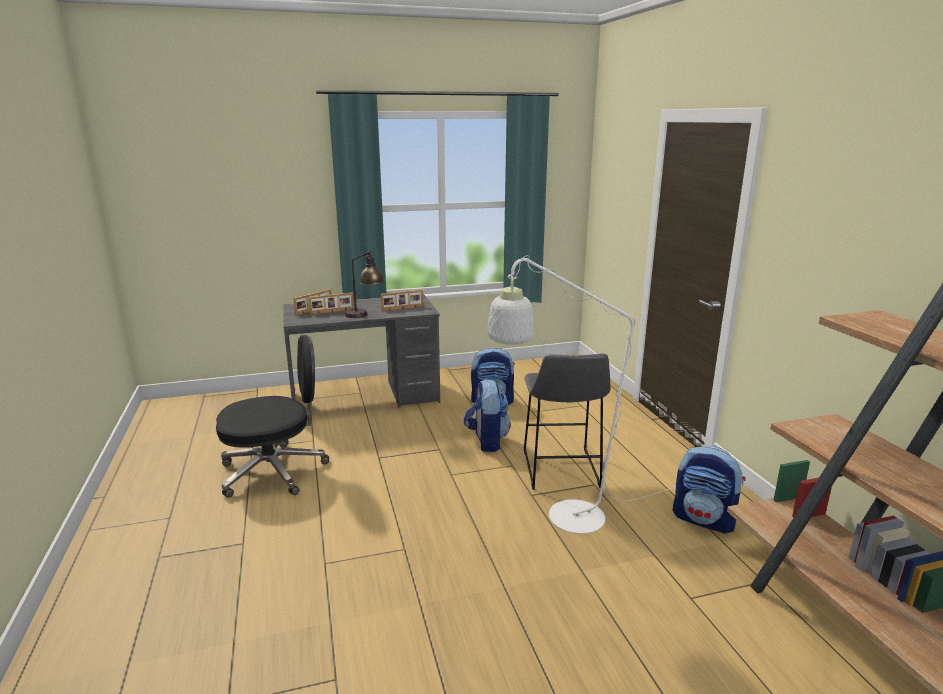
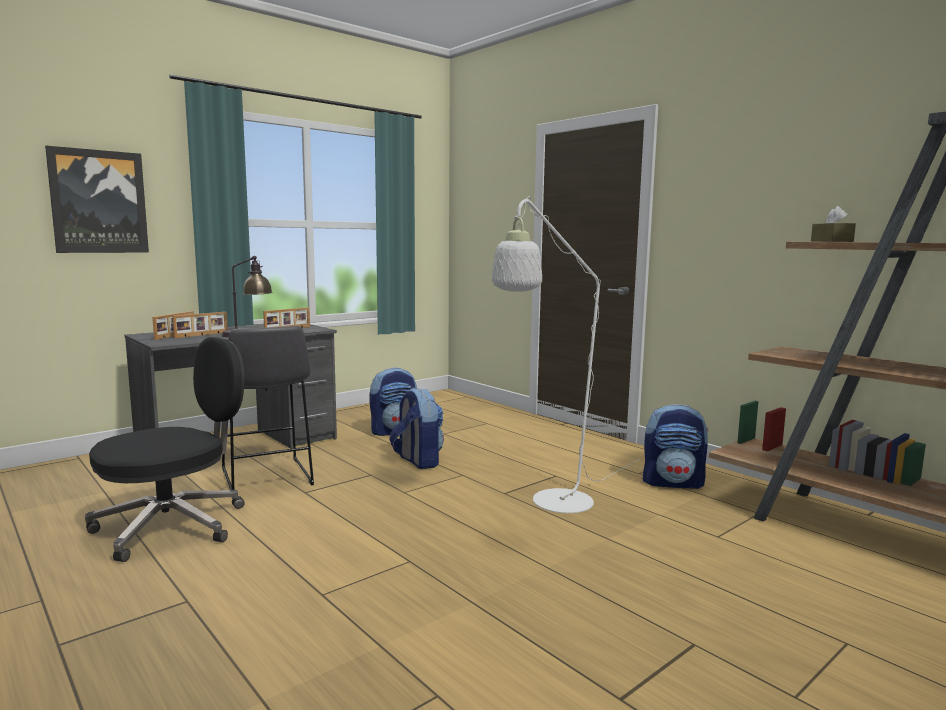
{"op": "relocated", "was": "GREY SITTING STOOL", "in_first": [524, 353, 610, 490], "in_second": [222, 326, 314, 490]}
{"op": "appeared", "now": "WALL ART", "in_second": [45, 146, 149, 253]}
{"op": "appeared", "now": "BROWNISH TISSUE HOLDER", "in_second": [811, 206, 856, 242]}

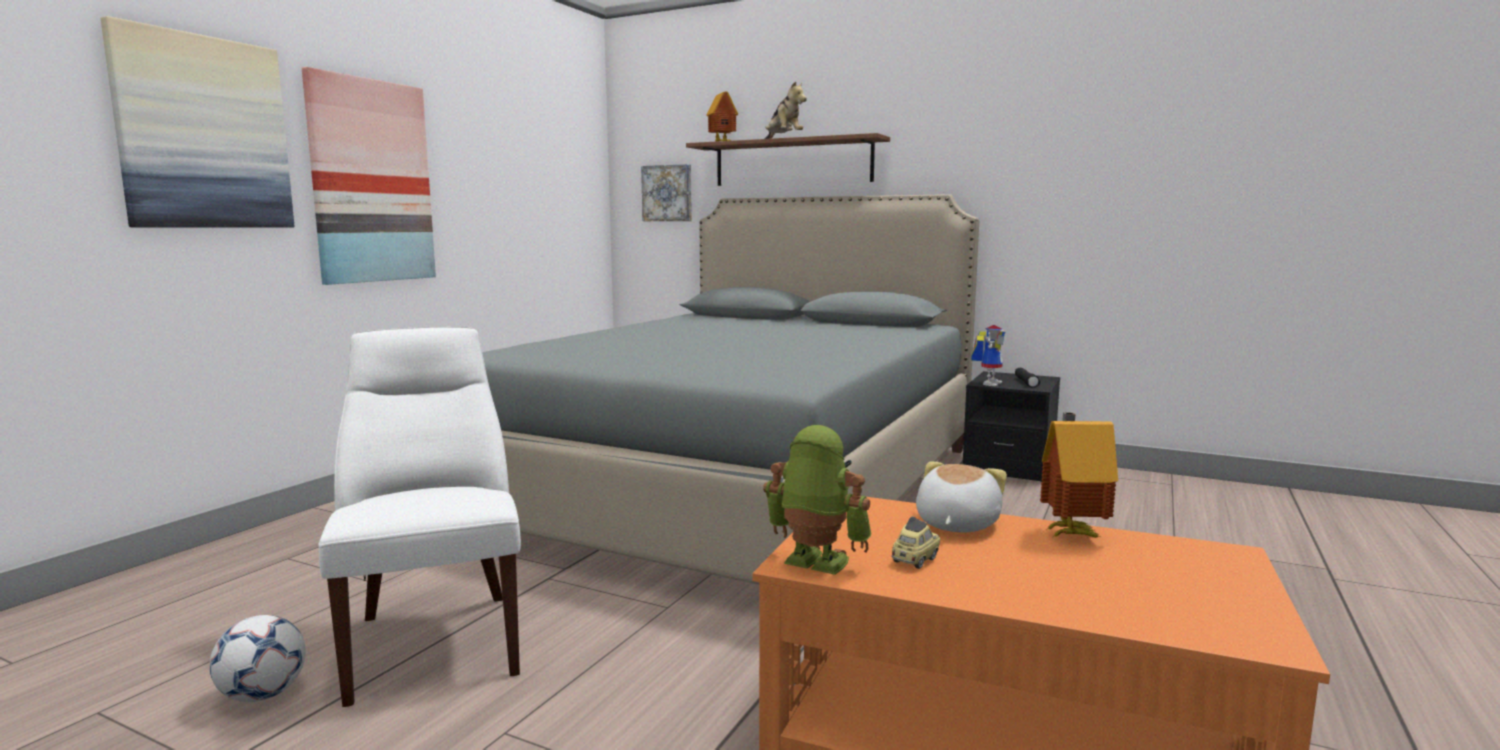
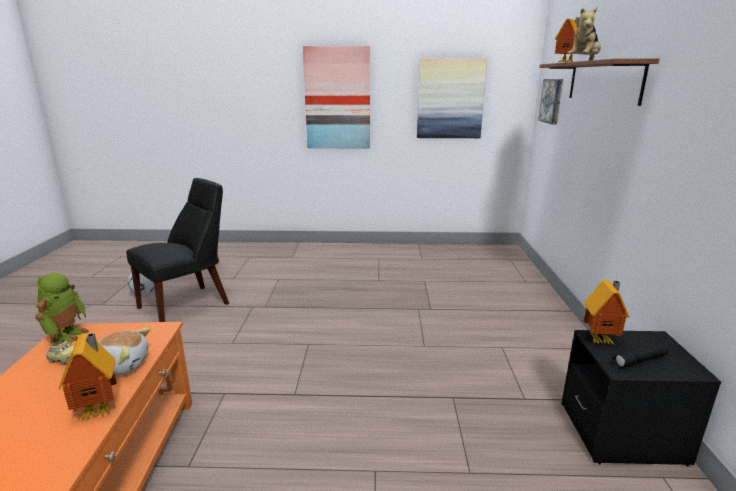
{"op": "relocated", "was": "WALL ART", "in_first": [101, 16, 294, 228], "in_second": [417, 58, 487, 138]}
{"op": "colour", "was": "WHITISH CHAIR", "now": "BLACK-COLOURED CHAIR", "in_first": [319, 327, 521, 707], "in_second": [126, 178, 229, 322]}
{"op": "missing", "was": "GREY BEDROOM BED", "in_first": [482, 194, 979, 585]}
{"op": "exchanged", "was": "TOY ROBOT", "now": "MODEL HOUSE", "in_first": [971, 325, 1006, 386], "in_second": [584, 280, 630, 344]}

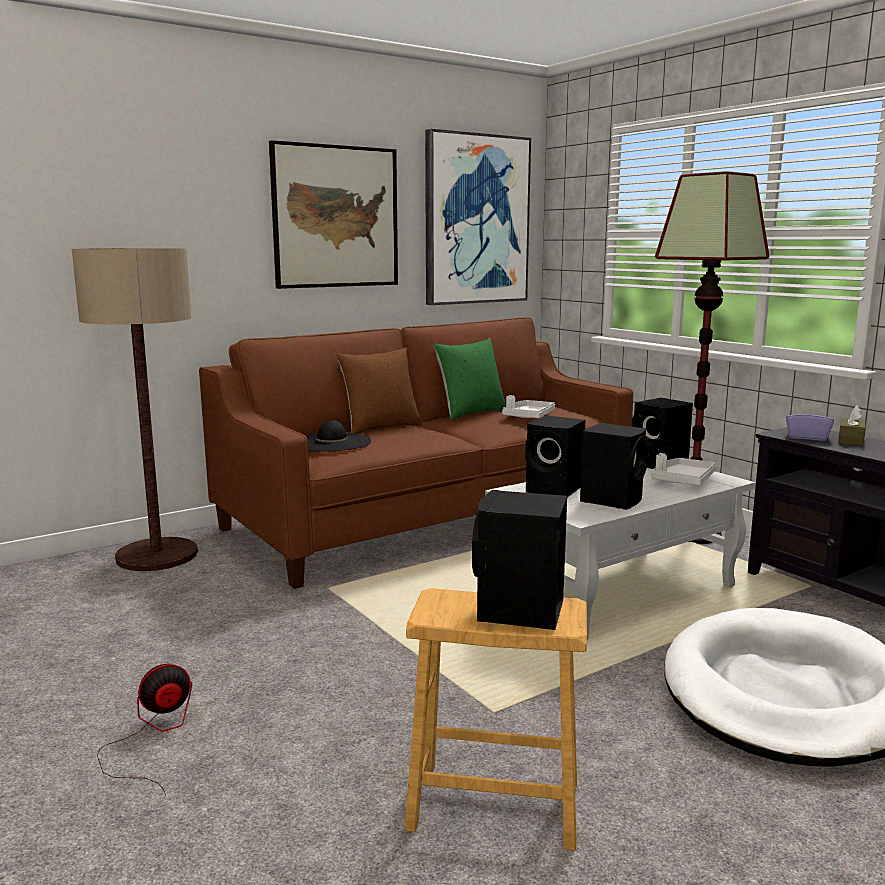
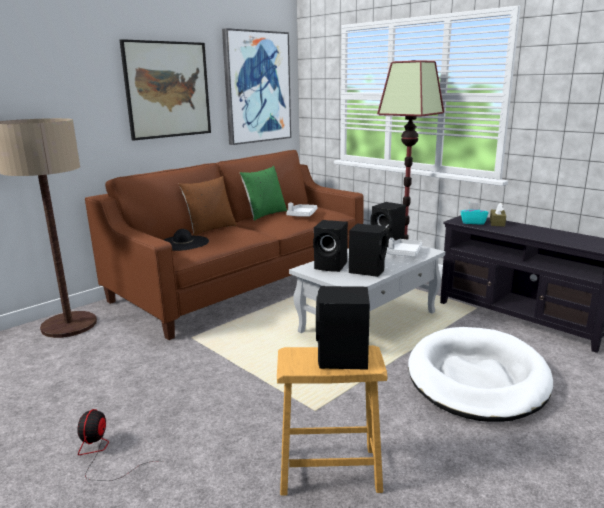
{"op": "spun", "was": "ELECTRIC FAN", "in_first": [97, 664, 192, 796], "in_second": [77, 409, 154, 481], "clockwise": -45}
{"op": "colour", "was": "PURPLE TISSUE HOLDER", "now": "BLUE-GREEN TISSUE HOLDER", "in_first": [786, 403, 834, 441], "in_second": [460, 203, 489, 225]}

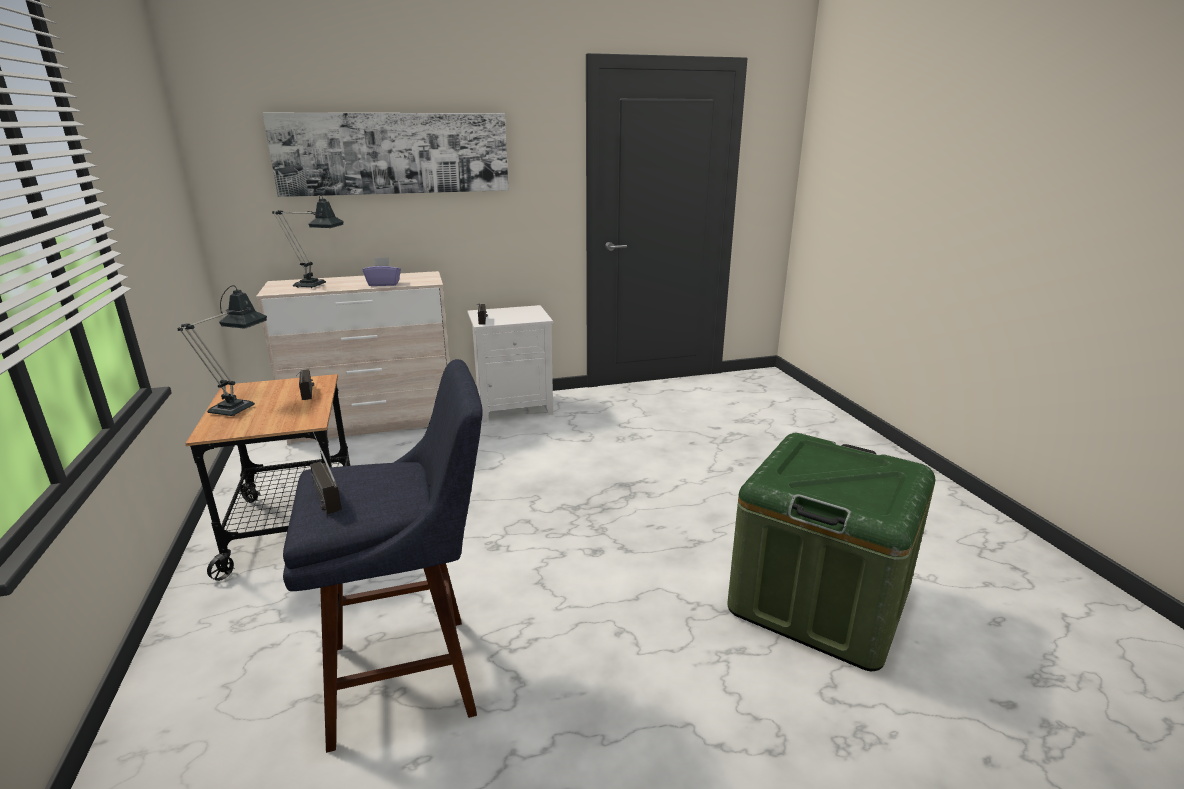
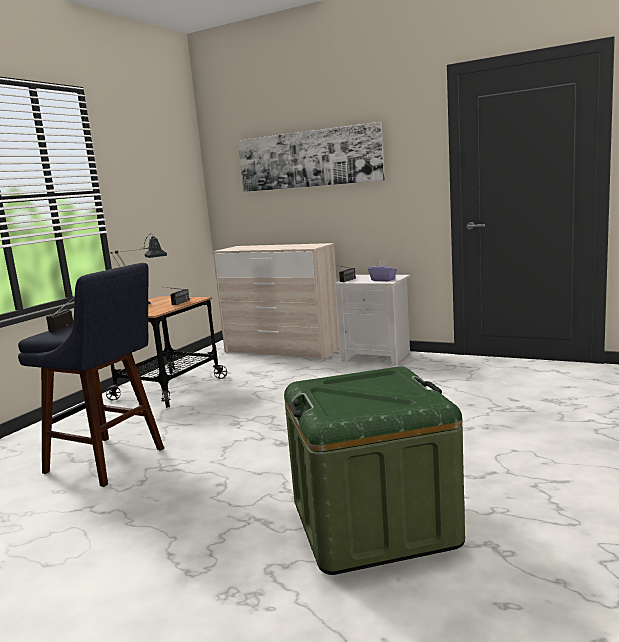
{"op": "missing", "was": "TABLE LAMP", "in_first": [272, 194, 344, 288]}
{"op": "relocated", "was": "PURPLE TISSUE HOLDER", "in_first": [363, 257, 401, 286], "in_second": [368, 260, 397, 281]}

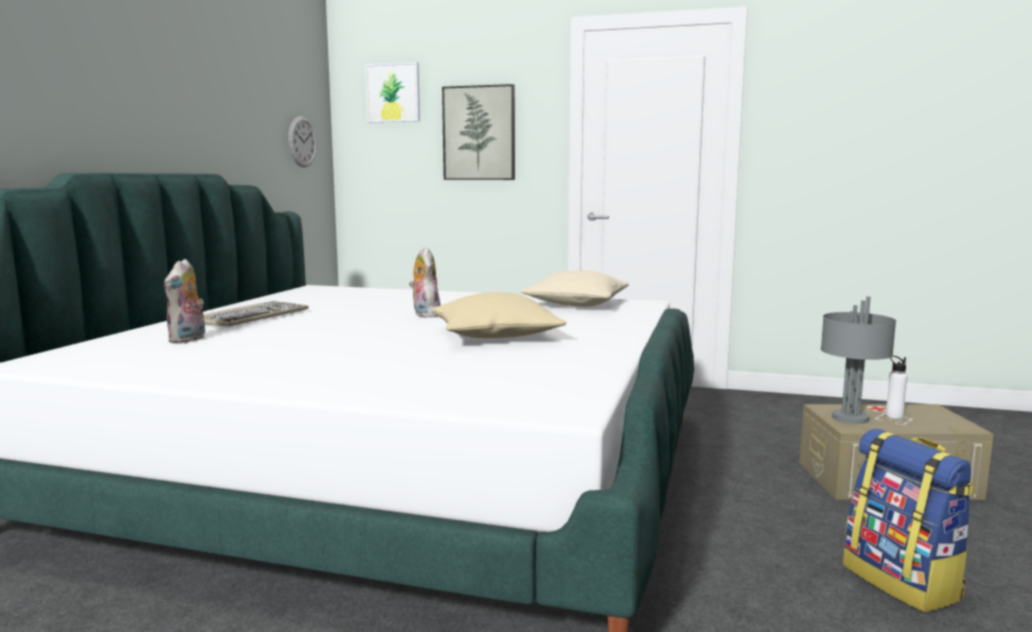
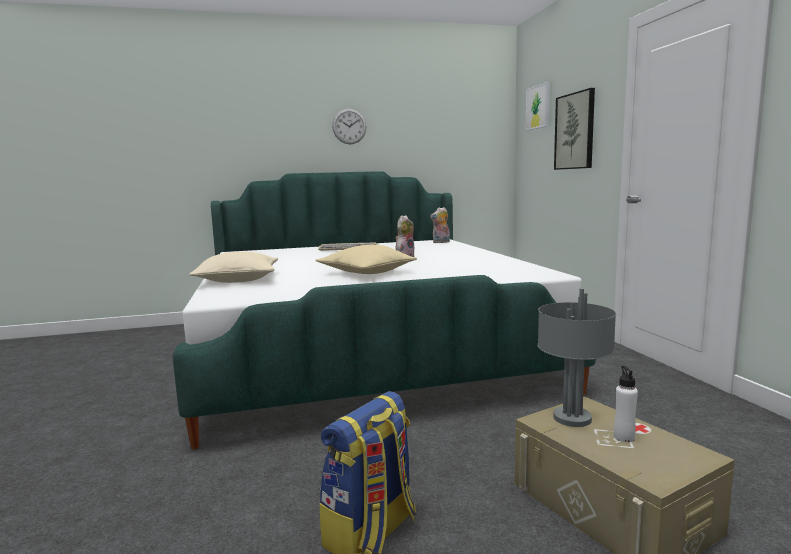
{"op": "relocated", "was": "PLUSH TOY", "in_first": [164, 259, 205, 344], "in_second": [430, 207, 450, 243]}
{"op": "relocated", "was": "WALL CLOCK", "in_first": [288, 116, 317, 167], "in_second": [332, 109, 367, 144]}
{"op": "relocated", "was": "BEIGE THROW PILLOW", "in_first": [520, 270, 629, 307], "in_second": [189, 251, 278, 283]}

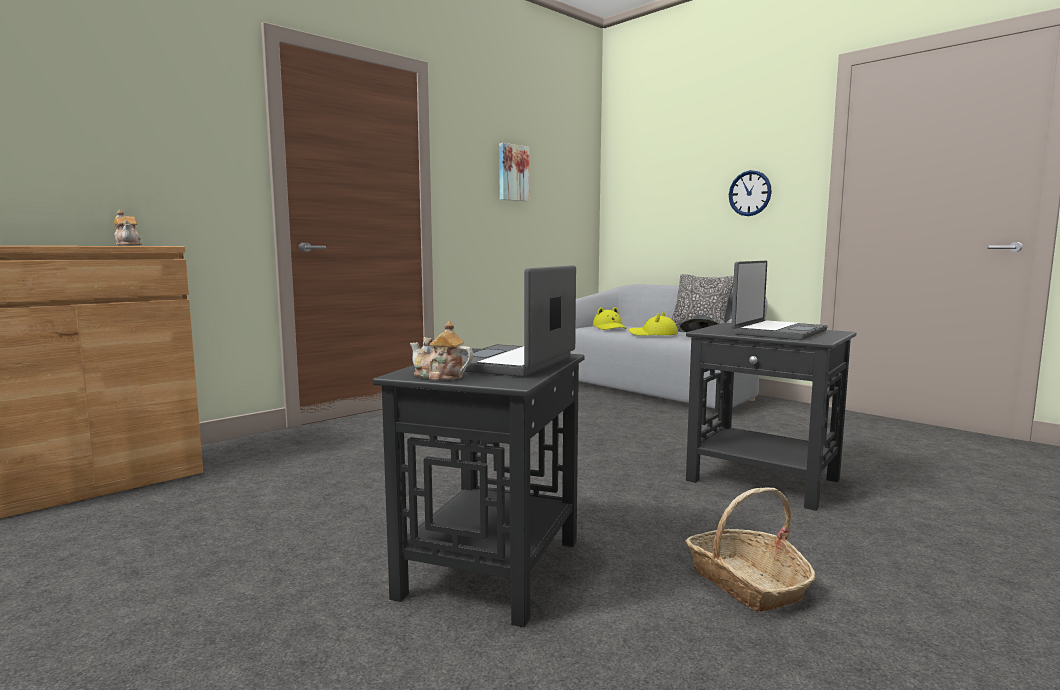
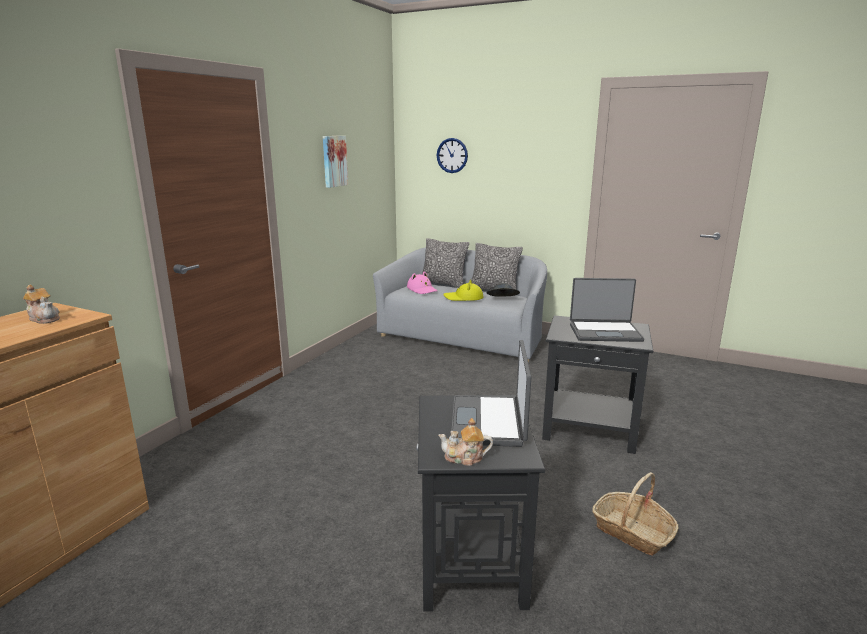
{"op": "colour", "was": "YELLOW-COLOURED HAT", "now": "PINK-COLOURED HAT", "in_first": [593, 307, 627, 330], "in_second": [407, 272, 437, 294]}
{"op": "relocated", "was": "WALL CLOCK", "in_first": [729, 170, 772, 216], "in_second": [437, 138, 468, 173]}
{"op": "spun", "was": "NOTEBOOK COMPUTER", "in_first": [731, 261, 828, 340], "in_second": [570, 278, 644, 342], "clockwise": 75}
{"op": "appeared", "now": "THROW PILLOW", "in_second": [422, 238, 469, 288]}

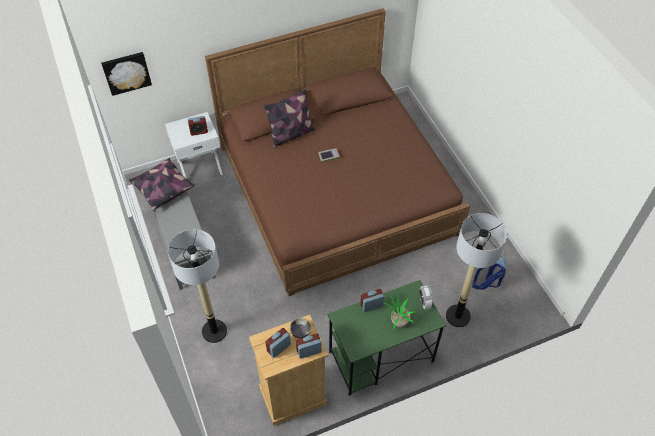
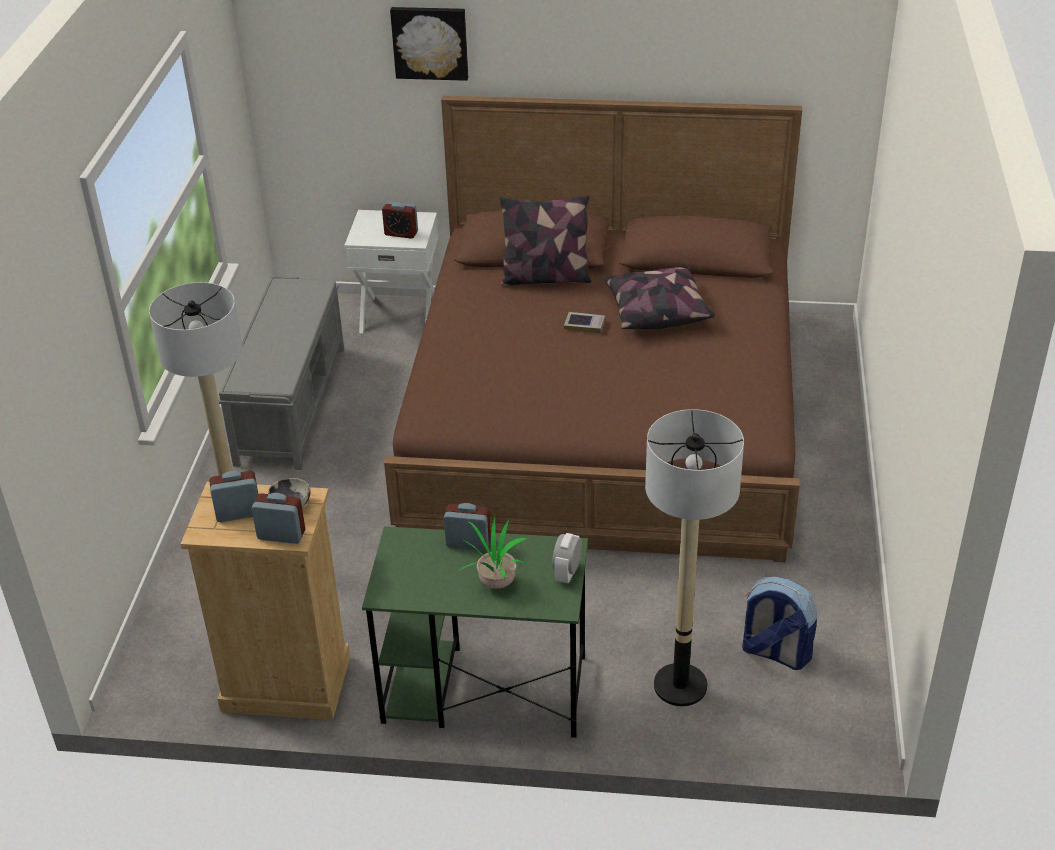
{"op": "relocated", "was": "WALL ART", "in_first": [101, 52, 152, 96], "in_second": [390, 7, 468, 81]}
{"op": "relocated", "was": "THROW PILLOW", "in_first": [129, 158, 195, 210], "in_second": [603, 267, 715, 329]}

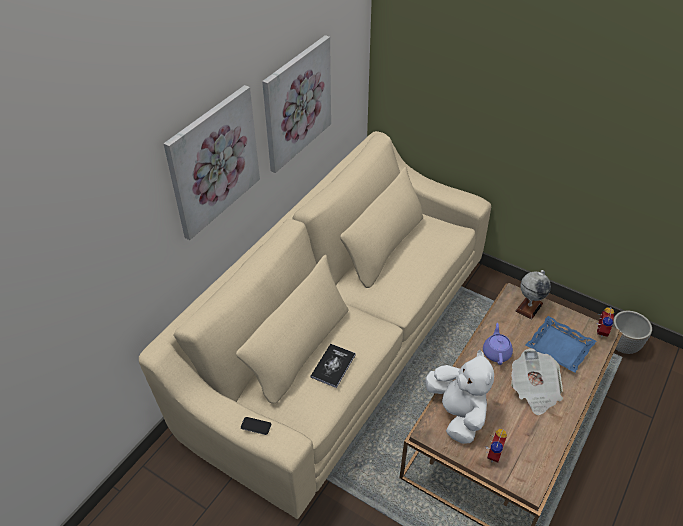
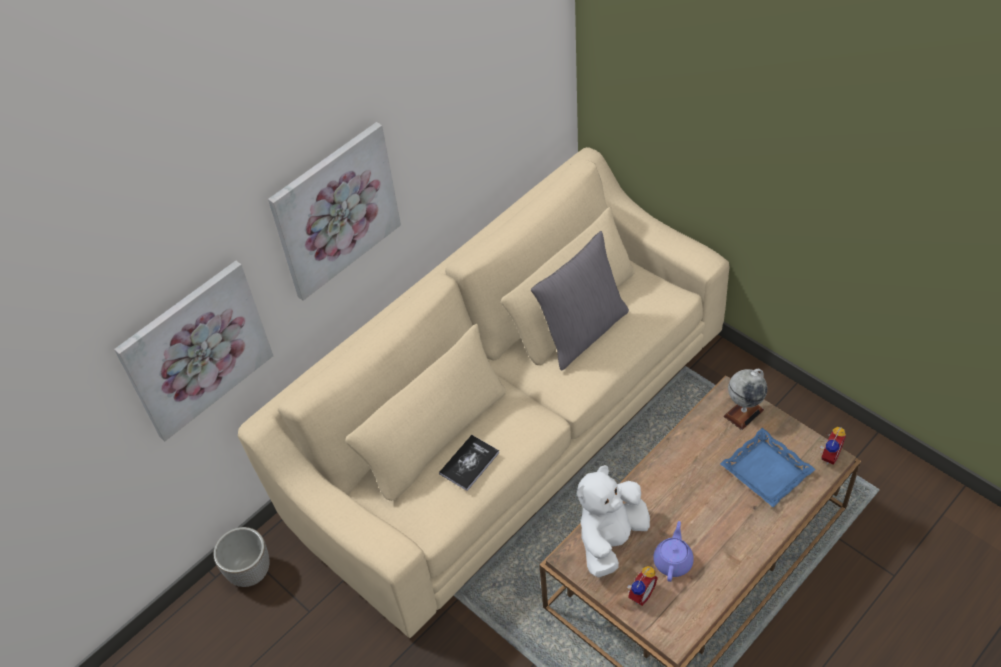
{"op": "missing", "was": "TELEPHONE", "in_first": [241, 417, 271, 435]}
{"op": "relocated", "was": "WALL ART", "in_first": [262, 35, 331, 173], "in_second": [114, 261, 273, 442]}
{"op": "spun", "was": "WHITISH PLUSH TOY", "in_first": [425, 350, 494, 444], "in_second": [577, 465, 650, 578], "clockwise": -135}
{"op": "relocated", "was": "PURPLE POT FOR TEA", "in_first": [483, 323, 513, 365], "in_second": [653, 521, 694, 582]}
{"op": "missing", "was": "DAILY PAPER", "in_first": [511, 348, 563, 416]}
{"op": "relocated", "was": "PLANTER", "in_first": [612, 311, 652, 354], "in_second": [213, 527, 270, 587]}
{"op": "appeared", "now": "GREY THROW PILLOW", "in_second": [531, 231, 629, 371]}

